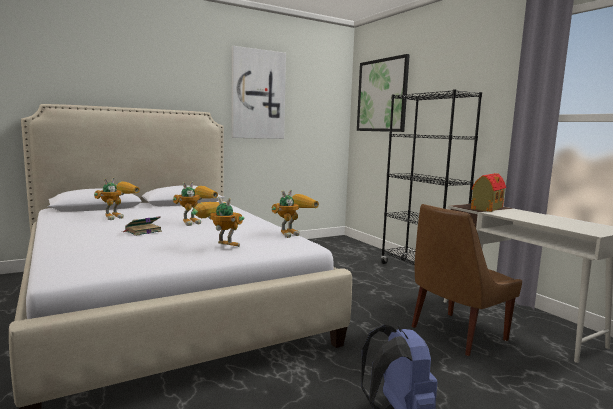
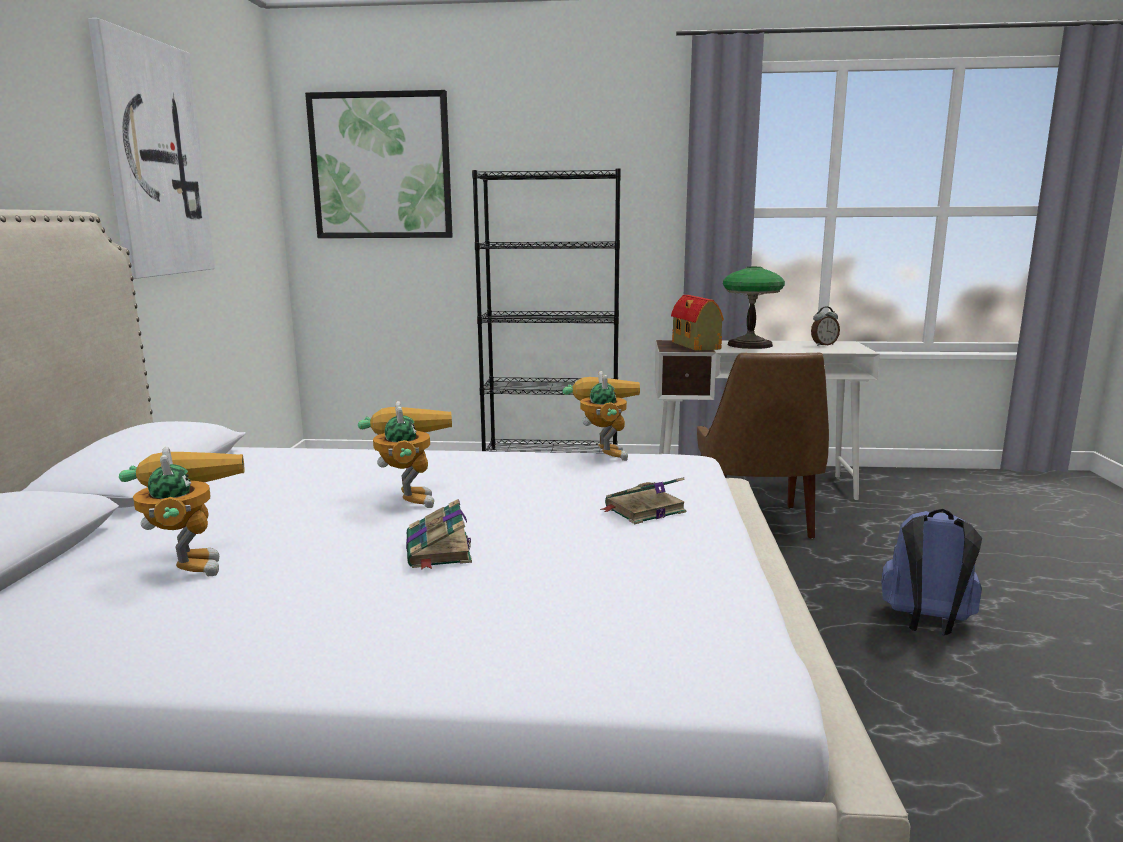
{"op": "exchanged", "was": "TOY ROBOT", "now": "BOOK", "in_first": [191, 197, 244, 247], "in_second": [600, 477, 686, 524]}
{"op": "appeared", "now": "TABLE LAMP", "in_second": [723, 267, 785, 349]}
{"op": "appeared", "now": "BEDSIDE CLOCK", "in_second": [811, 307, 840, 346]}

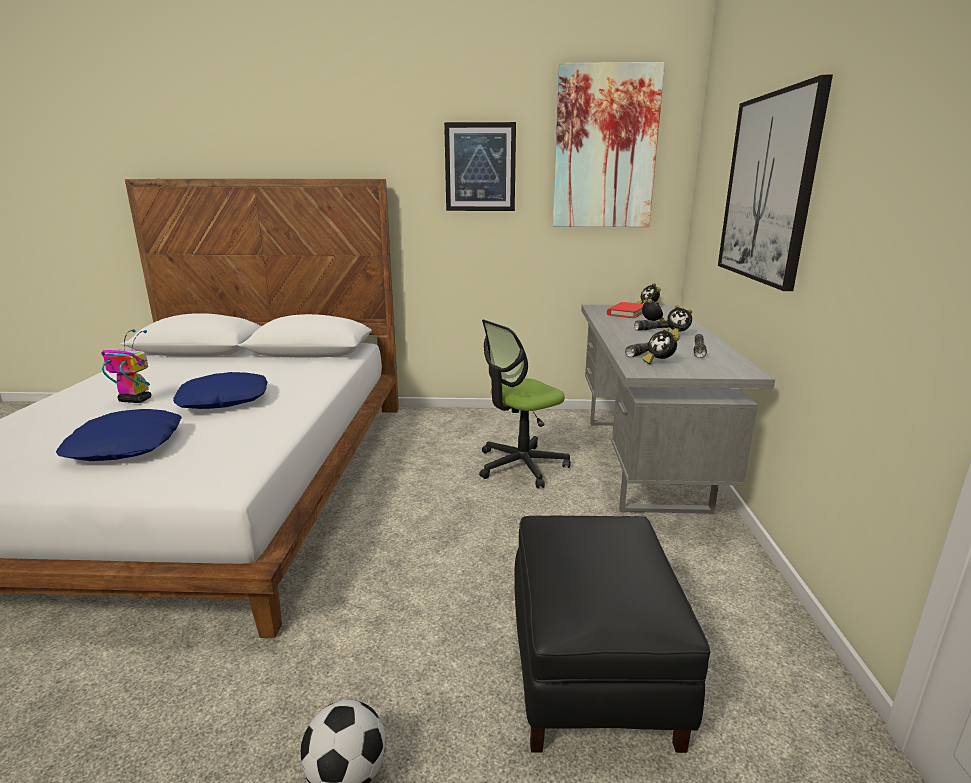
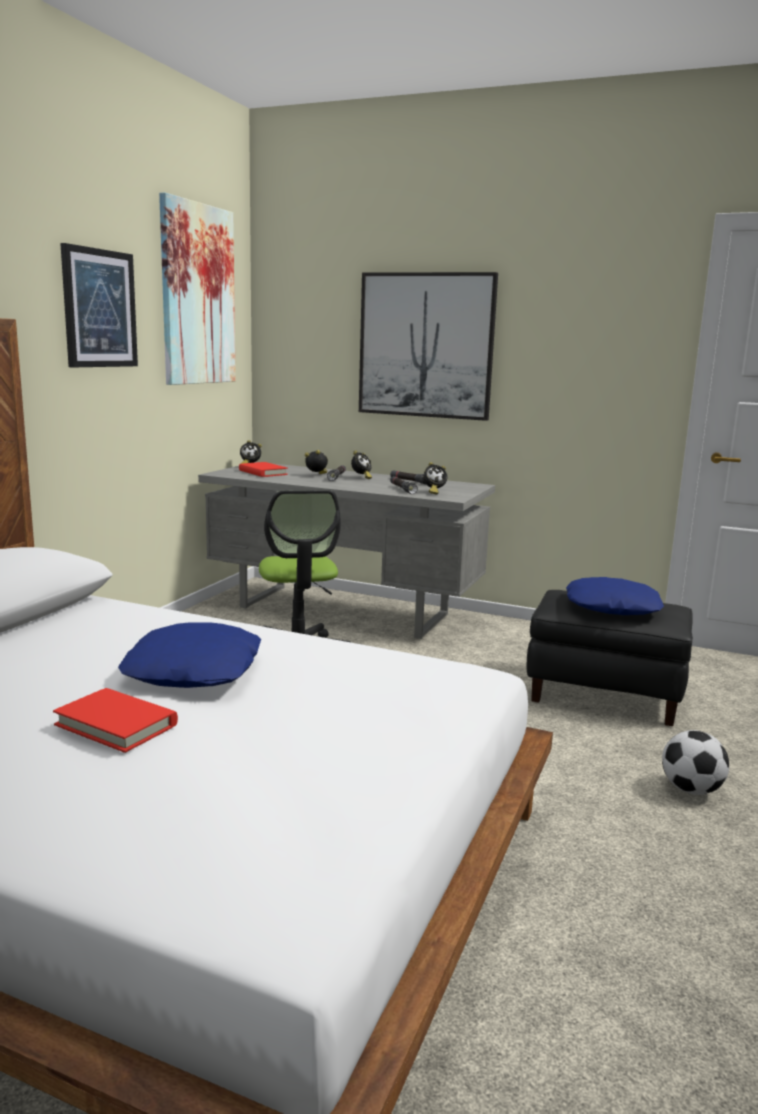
{"op": "relocated", "was": "BLUISH THROW PILLOW", "in_first": [56, 409, 182, 461], "in_second": [566, 577, 664, 615]}
{"op": "exchanged", "was": "TOY ROBOT", "now": "RED-COLOURED BOOK", "in_first": [101, 329, 151, 403], "in_second": [53, 688, 178, 753]}

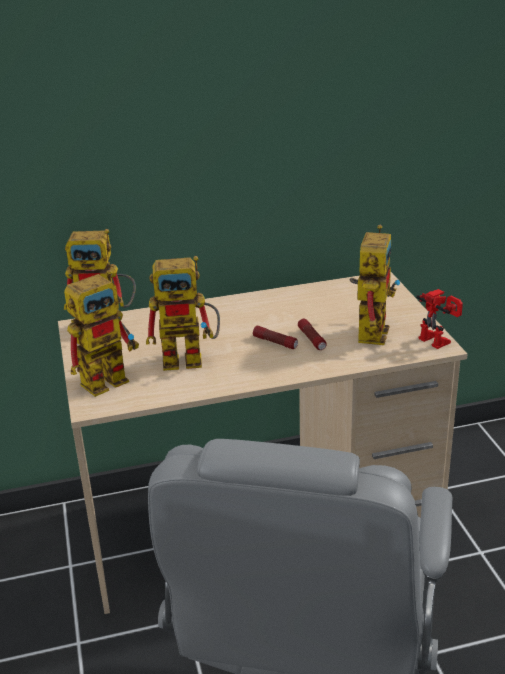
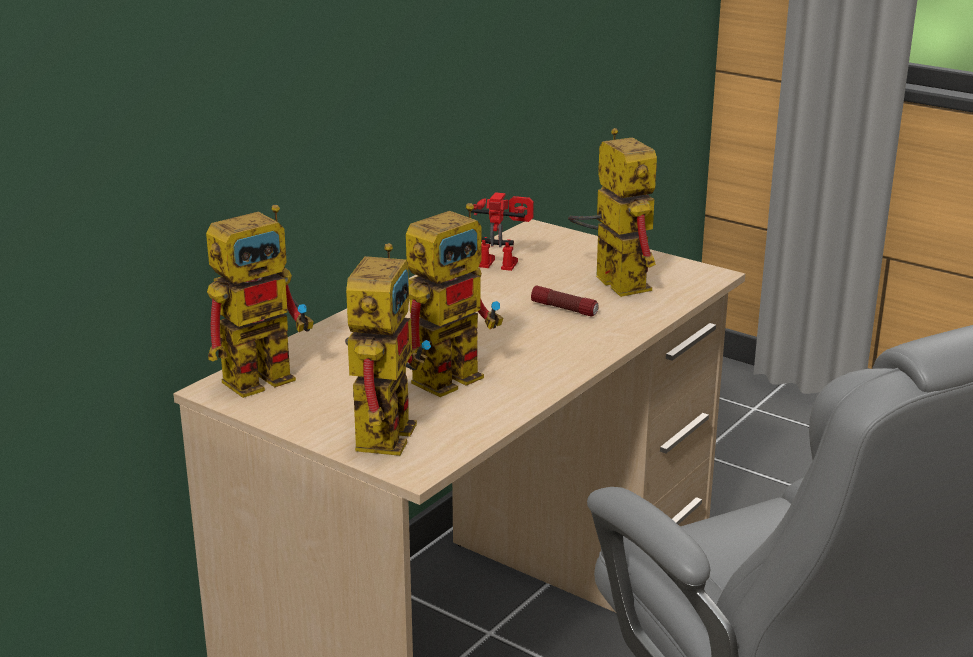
{"op": "missing", "was": "HAND TORCH", "in_first": [253, 326, 298, 349]}
{"op": "relocated", "was": "TOY ROBOT", "in_first": [416, 289, 463, 349], "in_second": [468, 192, 534, 271]}

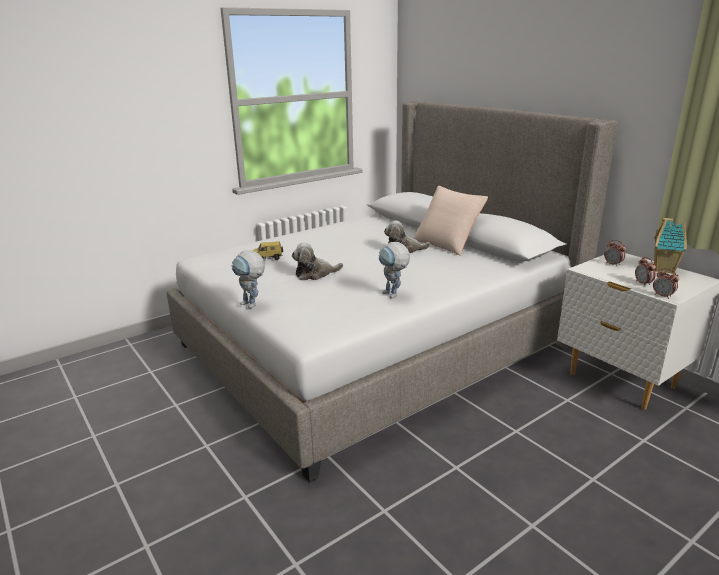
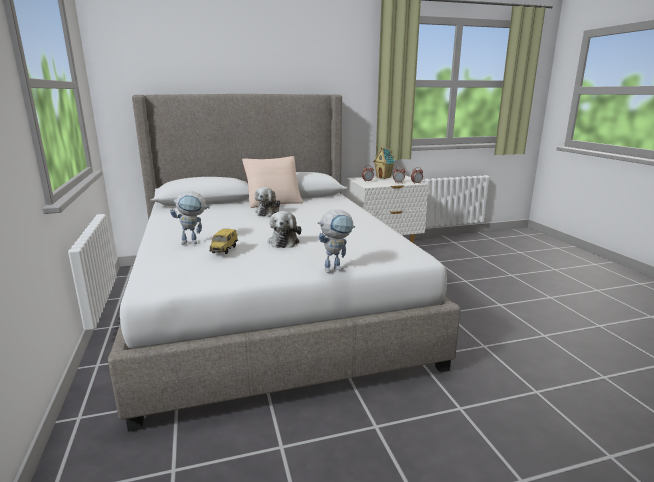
{"op": "relocated", "was": "TOY ROBOT", "in_first": [379, 242, 410, 298], "in_second": [170, 191, 210, 245]}

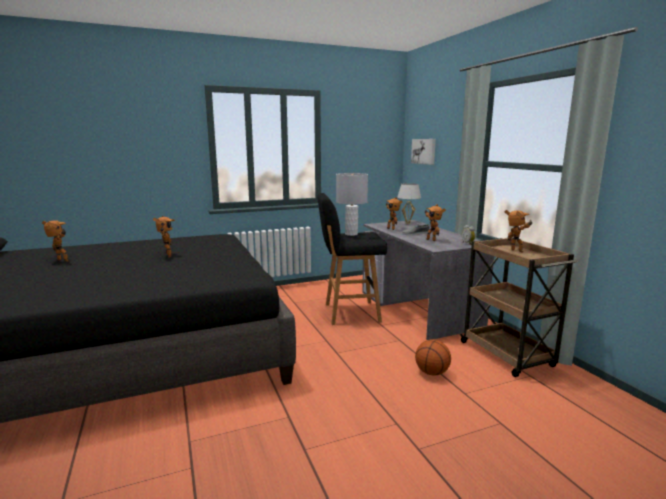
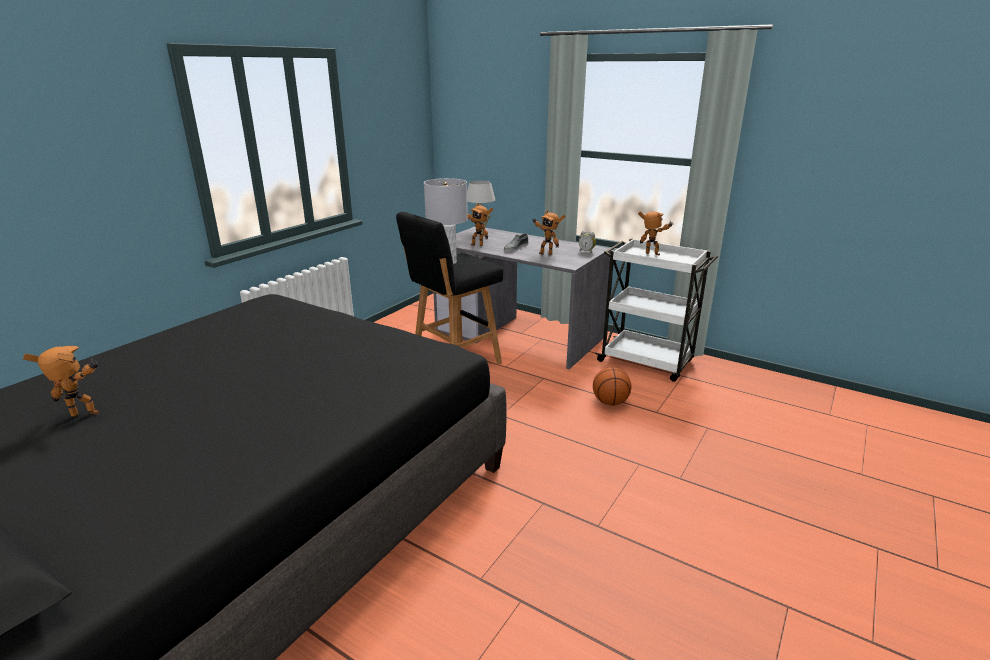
{"op": "missing", "was": "TOY ROBOT", "in_first": [153, 216, 175, 257]}
{"op": "missing", "was": "WALL ART", "in_first": [411, 139, 436, 165]}
{"op": "colour", "was": "BROWNISH CART", "now": "WHITISH CART", "in_first": [460, 238, 579, 377], "in_second": [595, 238, 718, 382]}

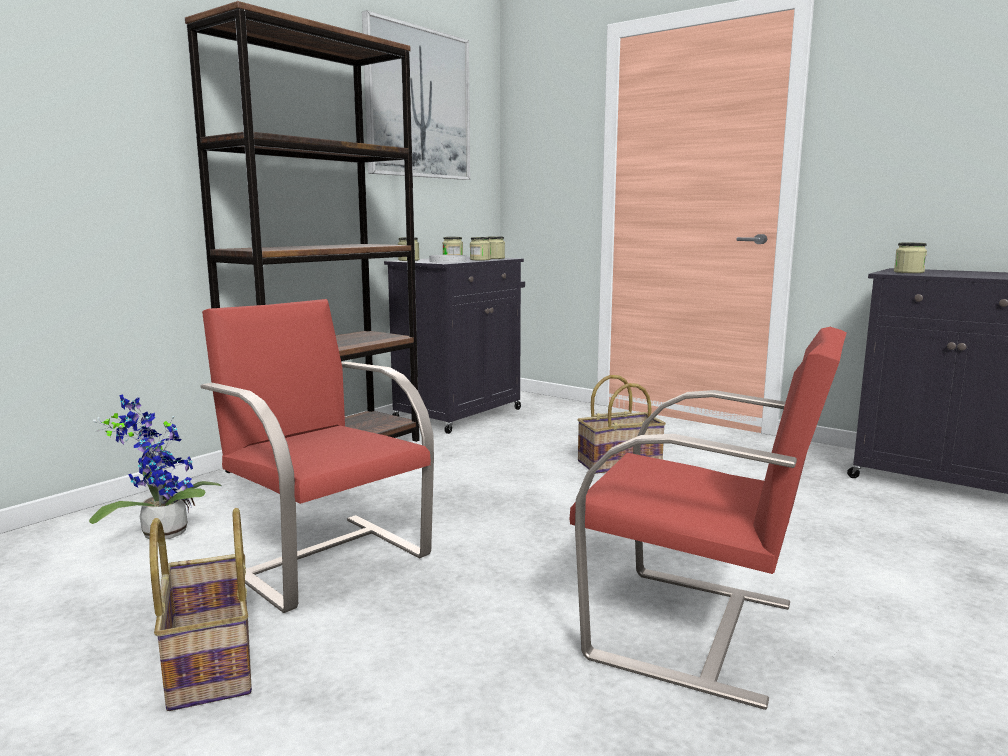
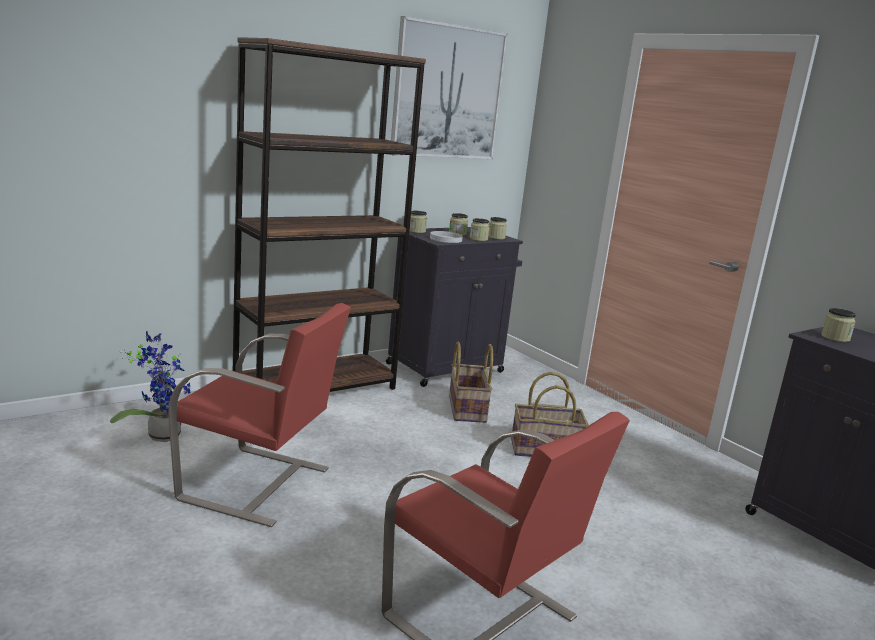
{"op": "relocated", "was": "BASKET", "in_first": [149, 508, 252, 711], "in_second": [449, 342, 493, 423]}
{"op": "spun", "was": "RED-COLOURED CHAIR", "in_first": [200, 299, 434, 613], "in_second": [168, 303, 351, 527], "clockwise": 135}

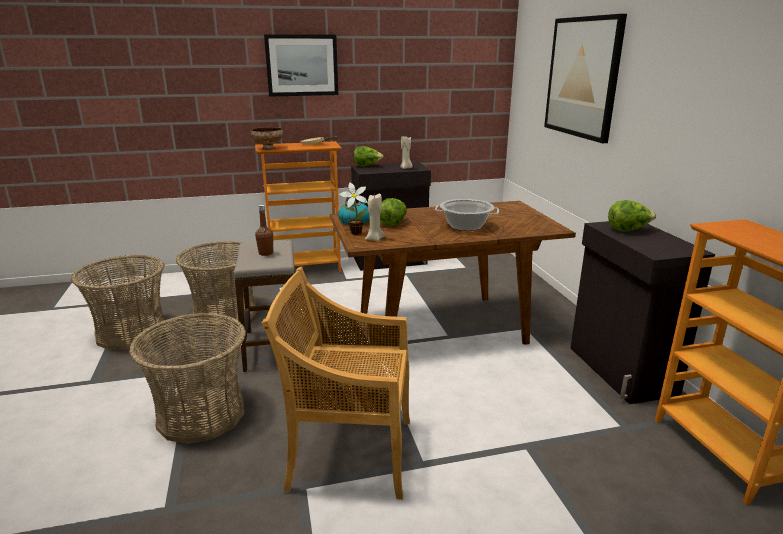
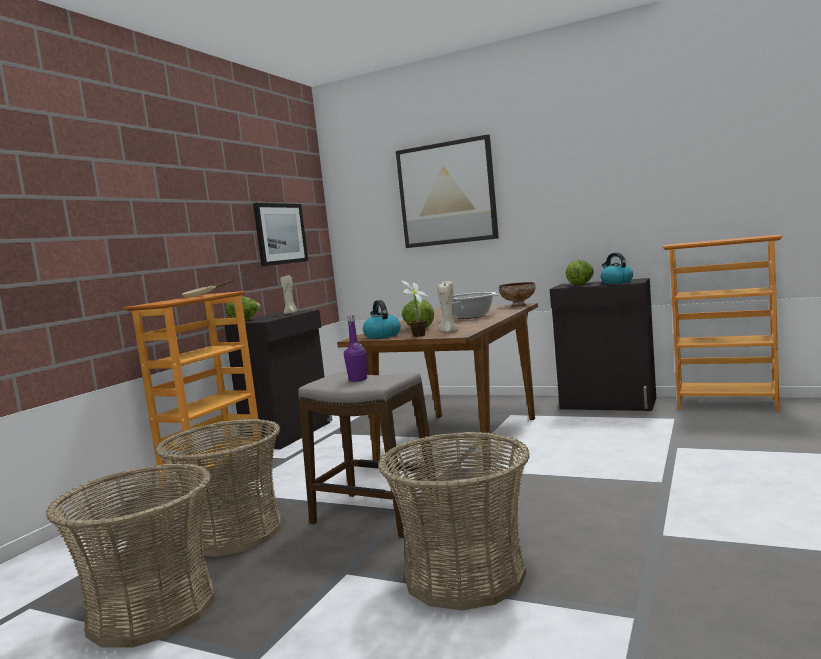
{"op": "relocated", "was": "BOWL", "in_first": [251, 127, 283, 150], "in_second": [499, 282, 535, 307]}
{"op": "colour", "was": "BROWNISH BOTTLE", "now": "PURPLE BOTTLE", "in_first": [255, 205, 273, 256], "in_second": [344, 315, 367, 382]}
{"op": "missing", "was": "BEIGE CHAIR", "in_first": [262, 267, 410, 500]}
{"op": "relocated", "was": "WALL ART", "in_first": [264, 34, 338, 97], "in_second": [253, 203, 308, 266]}
{"op": "appeared", "now": "KETTLE", "in_second": [600, 253, 633, 284]}

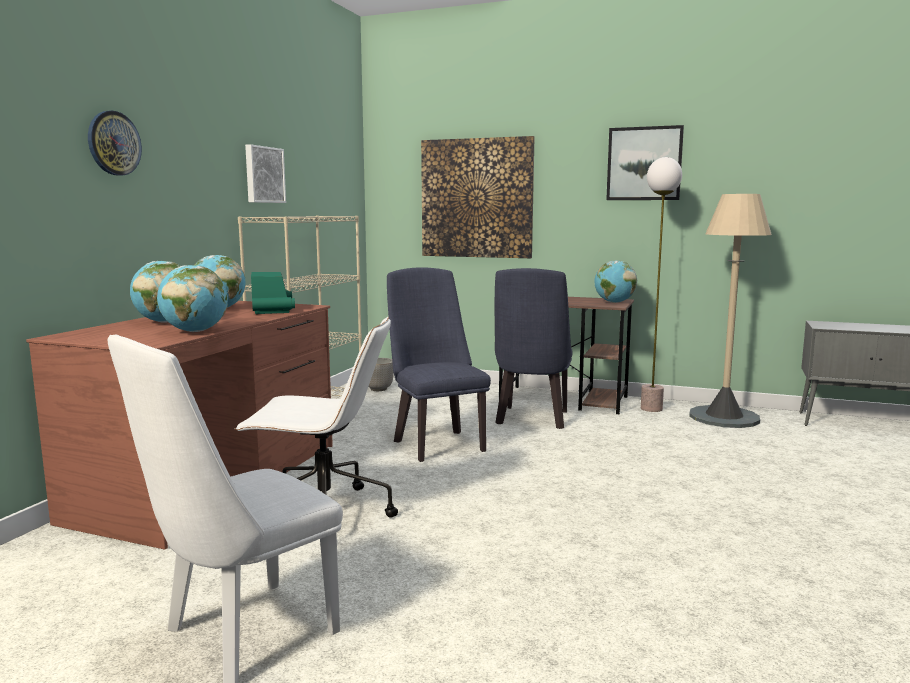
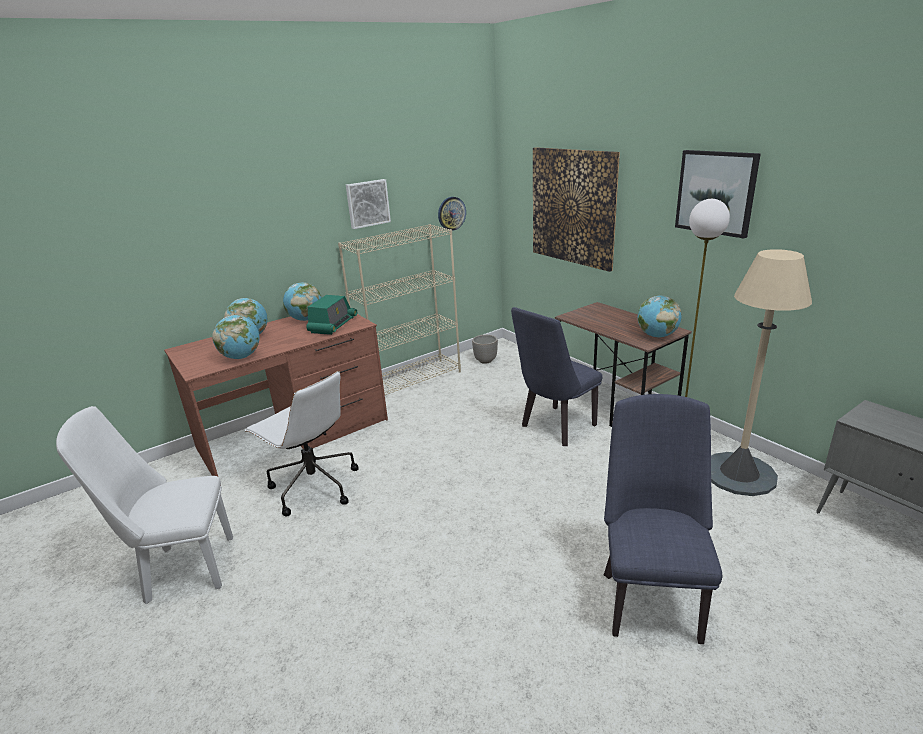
{"op": "relocated", "was": "WALL CLOCK", "in_first": [88, 111, 142, 176], "in_second": [438, 197, 466, 231]}
{"op": "relocated", "was": "BLUISH CHAIR", "in_first": [387, 267, 491, 462], "in_second": [604, 394, 722, 644]}

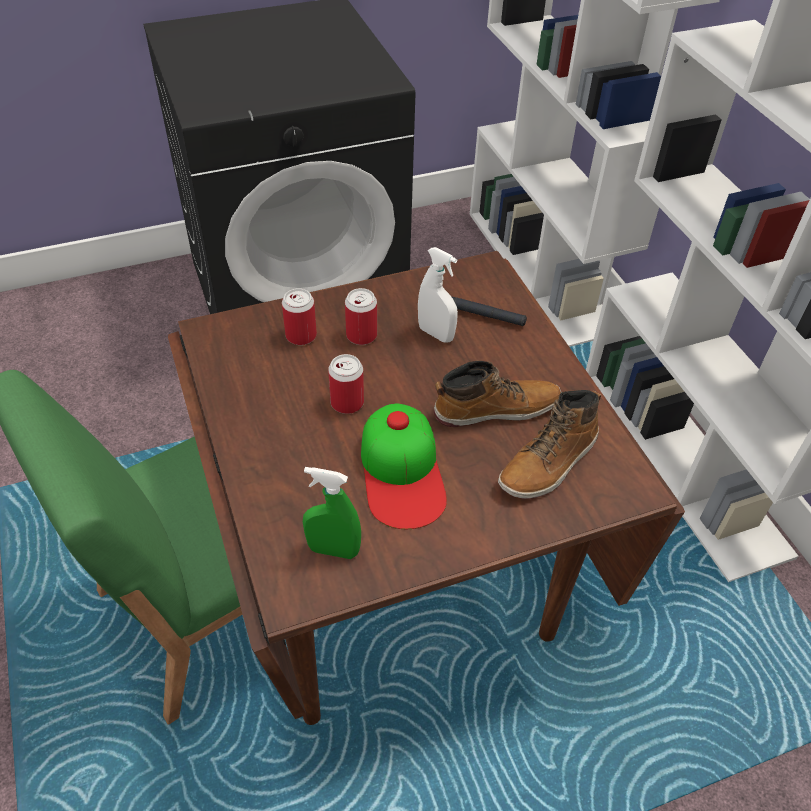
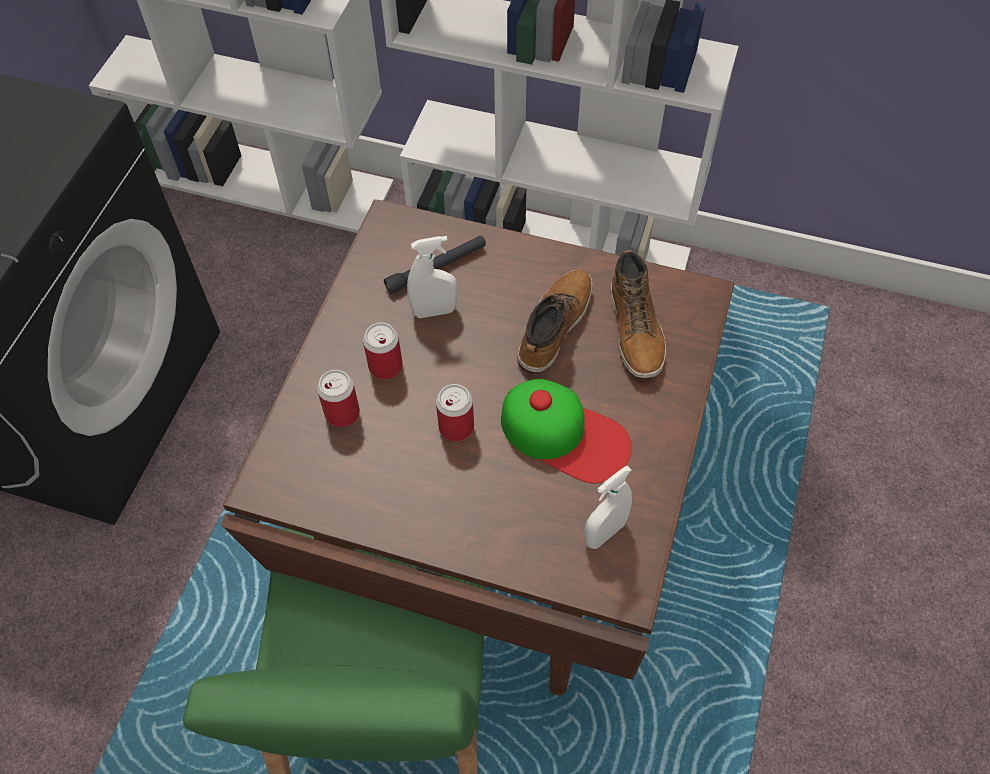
{"op": "colour", "was": "GREEN HAND SPRAYER", "now": "WHITISH HAND SPRAYER", "in_first": [303, 467, 361, 559], "in_second": [584, 466, 632, 549]}

